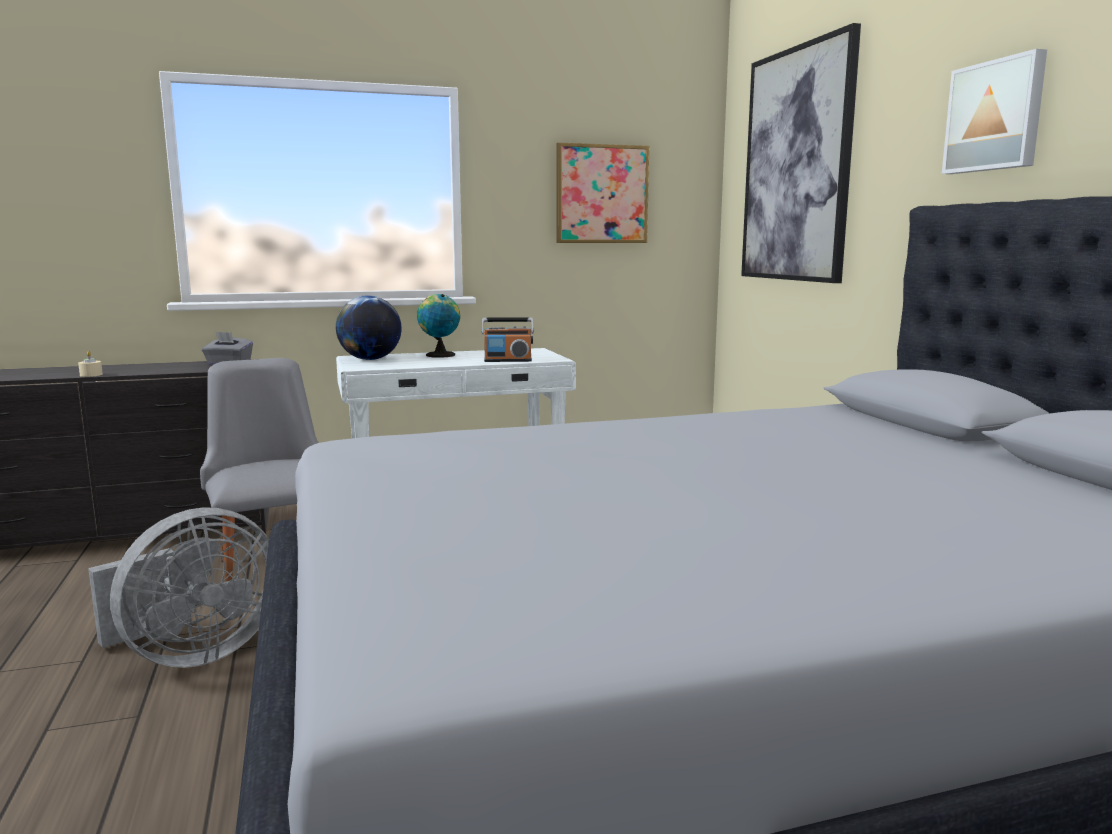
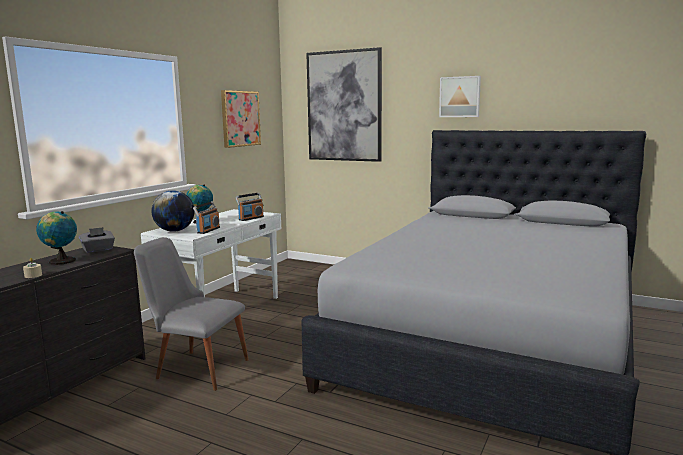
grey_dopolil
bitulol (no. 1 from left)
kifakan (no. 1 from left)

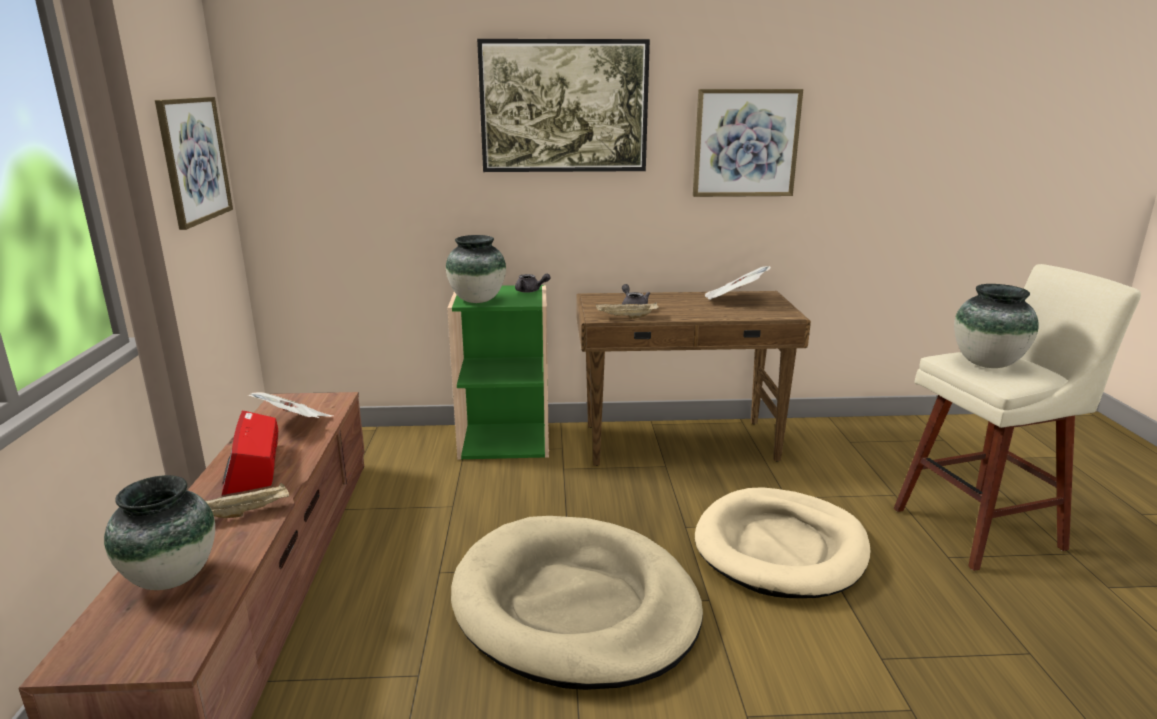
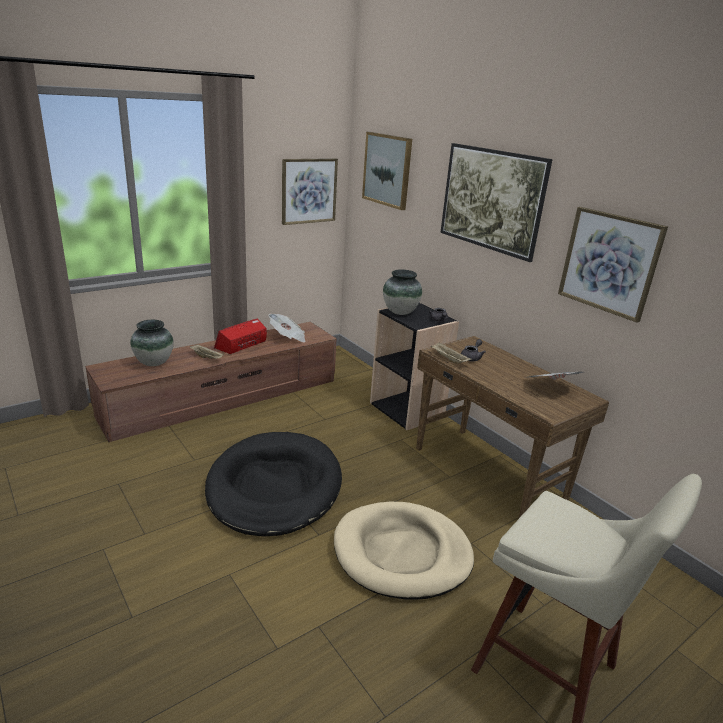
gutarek (no. 3 from left in the first image)
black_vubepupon
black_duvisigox
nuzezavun (no. 2 from left)

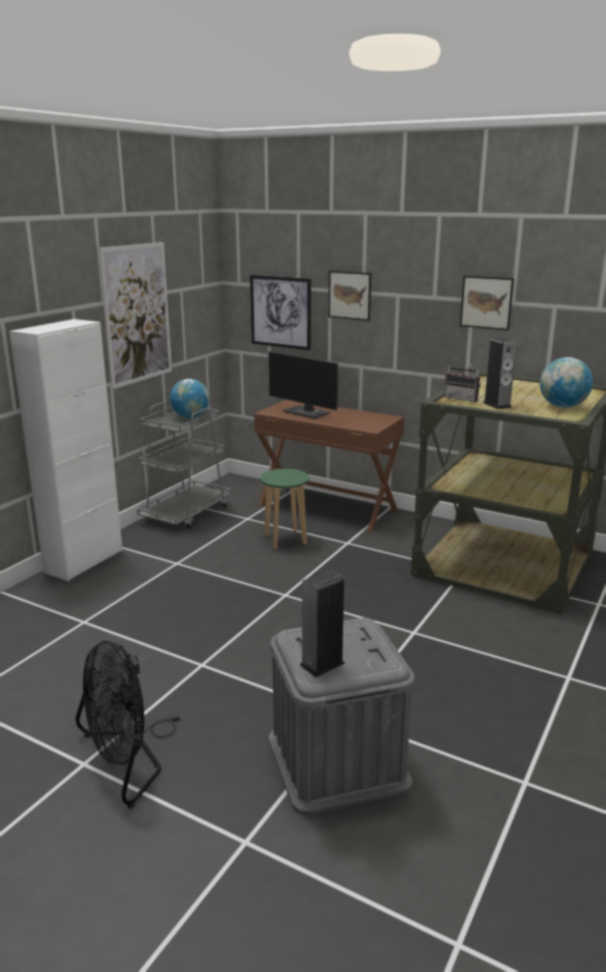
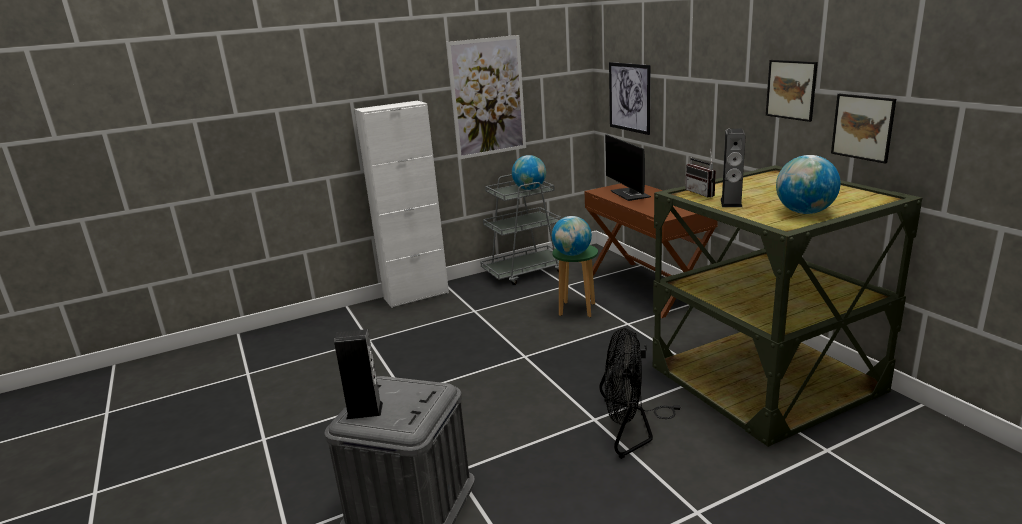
nuzezavun (no. 4 from left)
black_dopolil
kifakan (no. 2 from left)

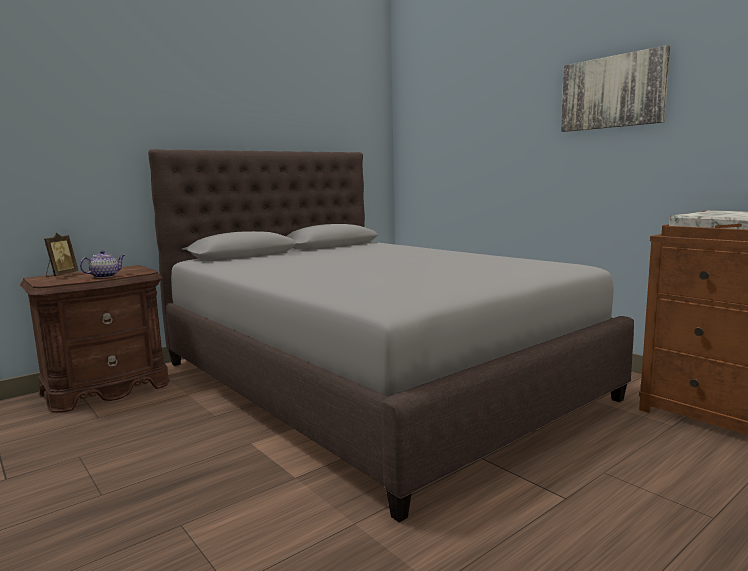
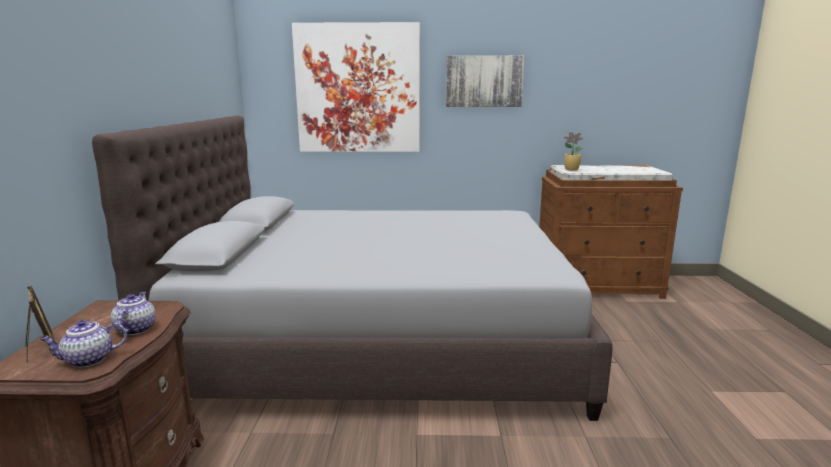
nuzezavun (no. 1 from left)
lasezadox
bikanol (no. 1 from left)

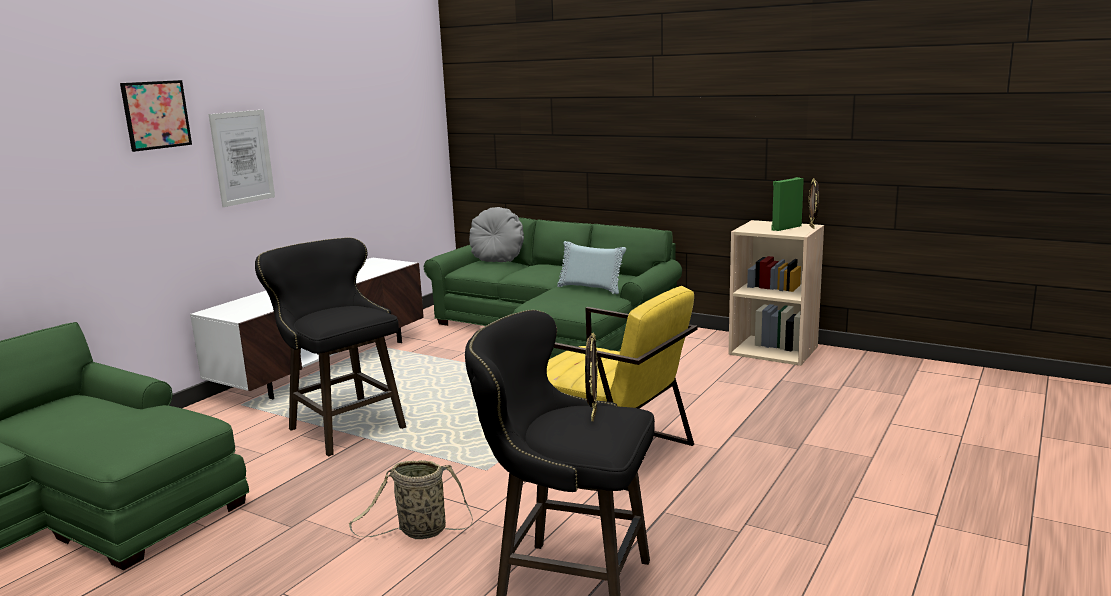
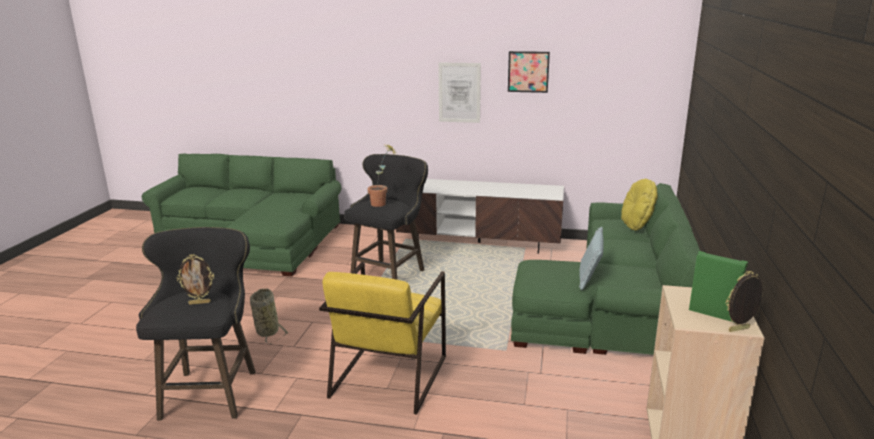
nuzezavun (no. 2 from left)
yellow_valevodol
lasezadox

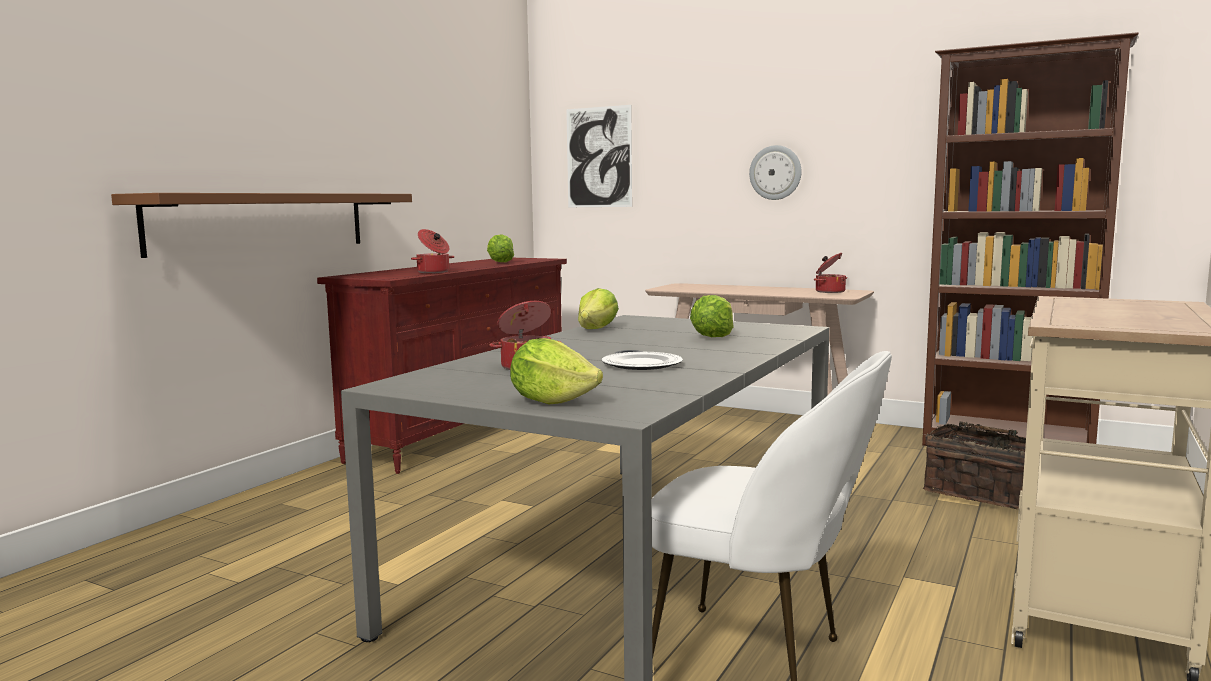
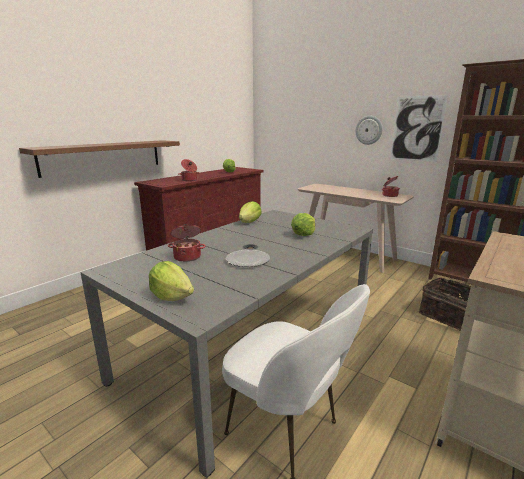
nuzezavun

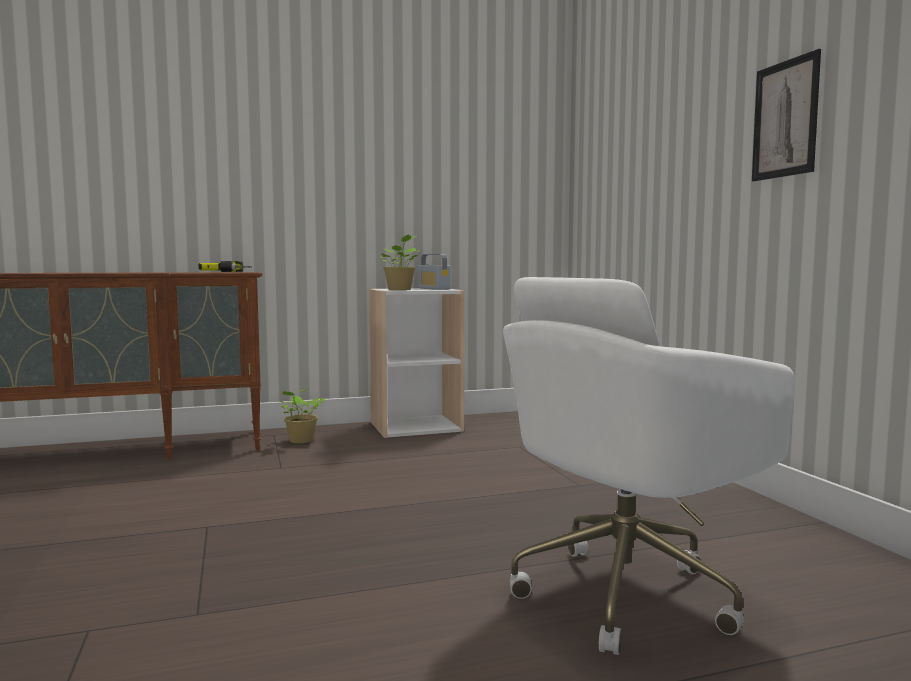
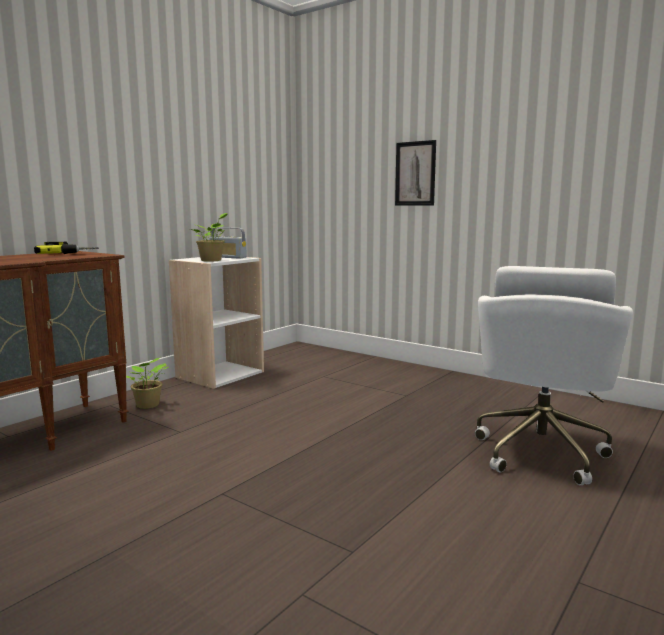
nuzezavun

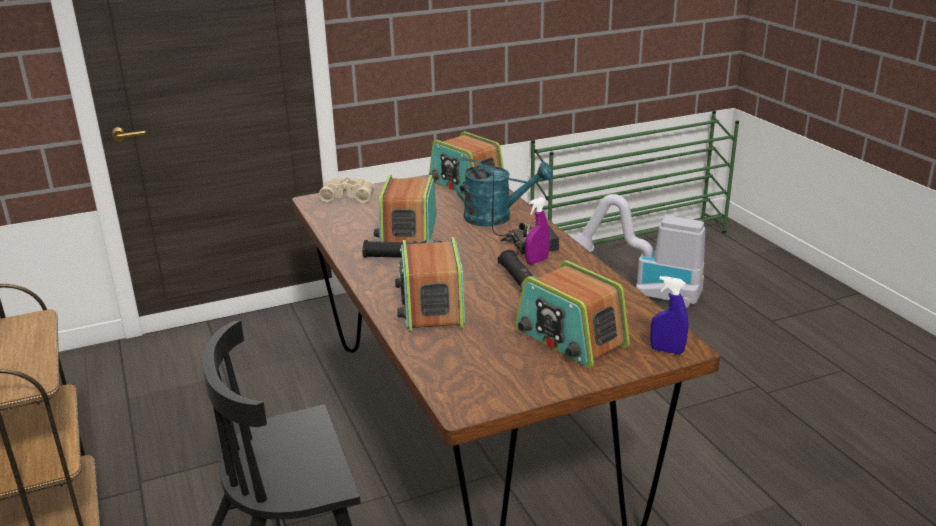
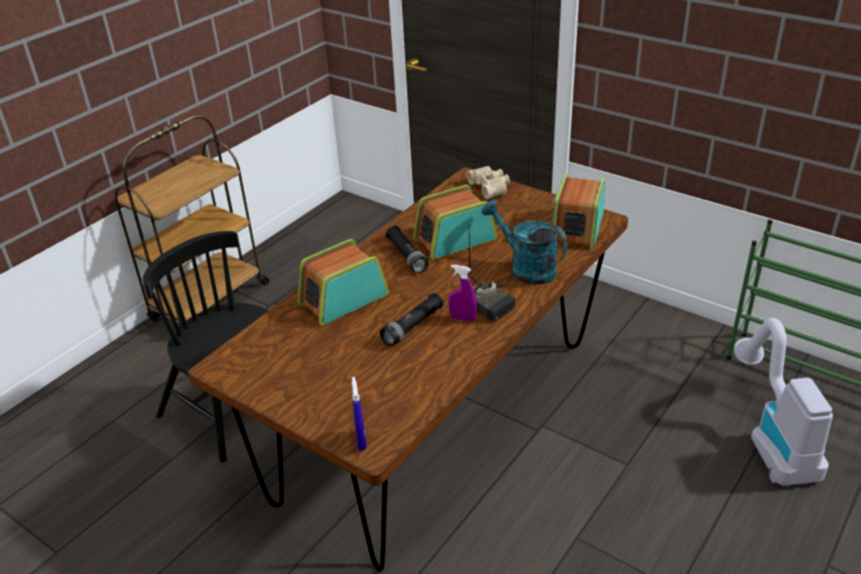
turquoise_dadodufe
bitulol (no. 5 from left in the first image)

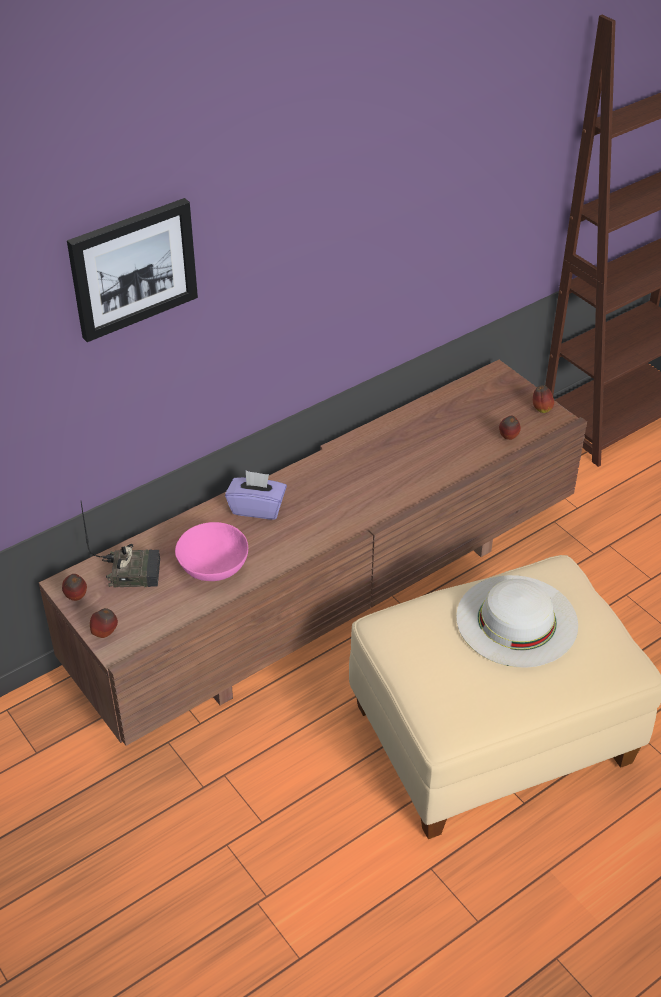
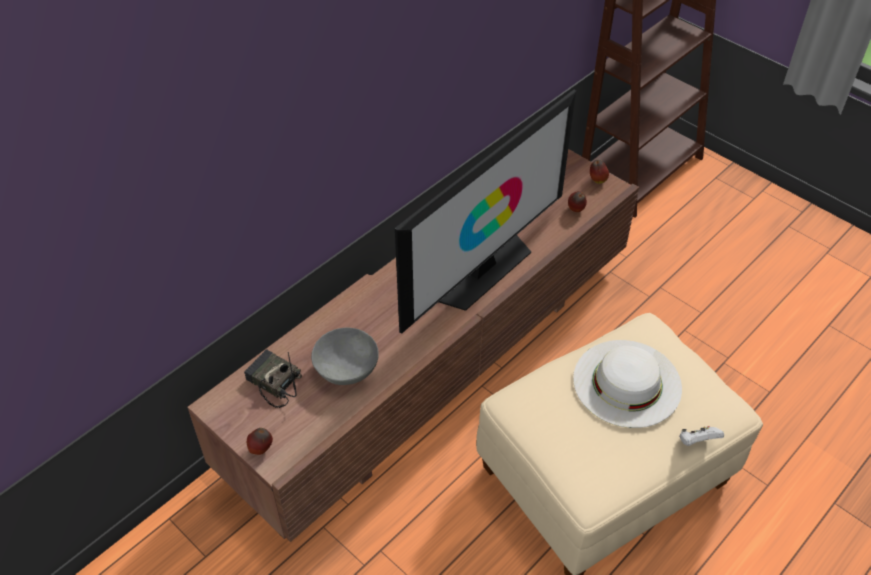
nuzezavun
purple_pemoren
bitulol
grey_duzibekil
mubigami (no. 1 from left in the first image)
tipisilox
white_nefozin

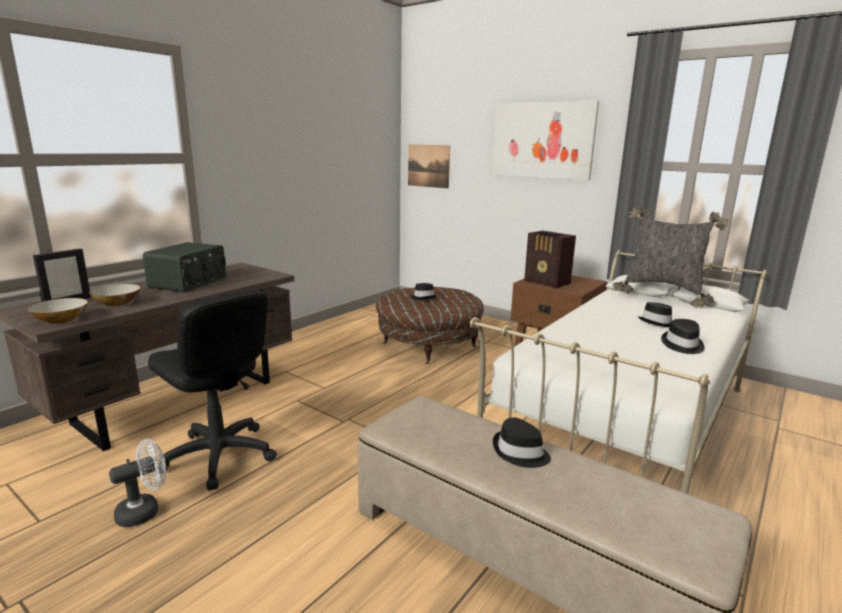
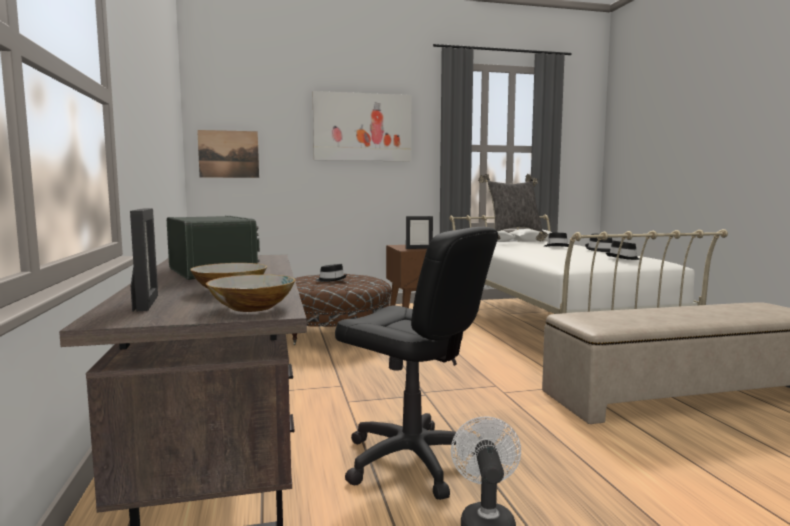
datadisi (no. 2 from left)
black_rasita
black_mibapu (no. 4 from left)

